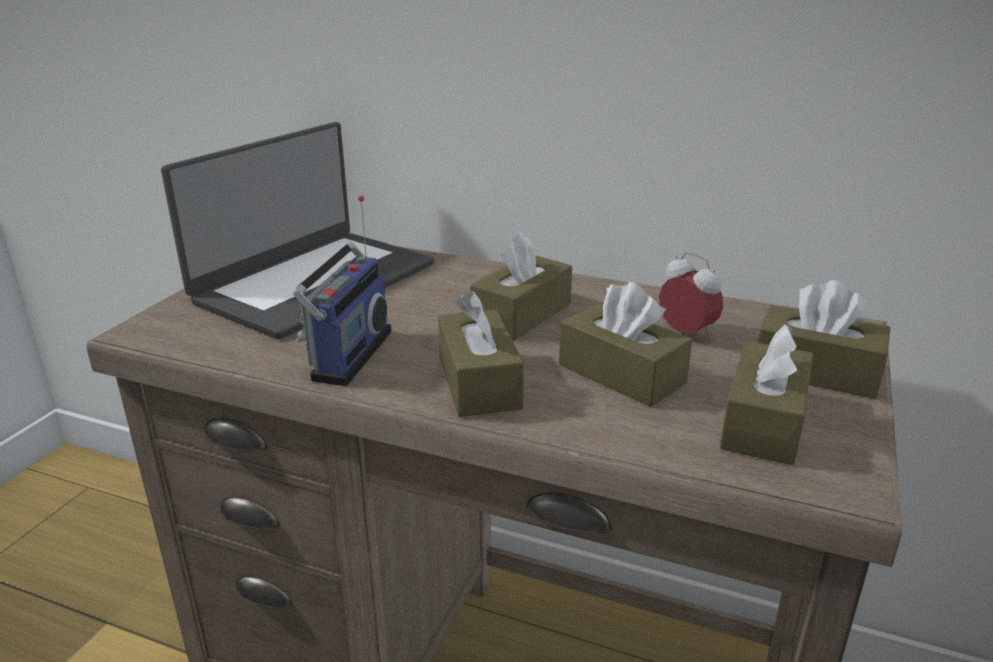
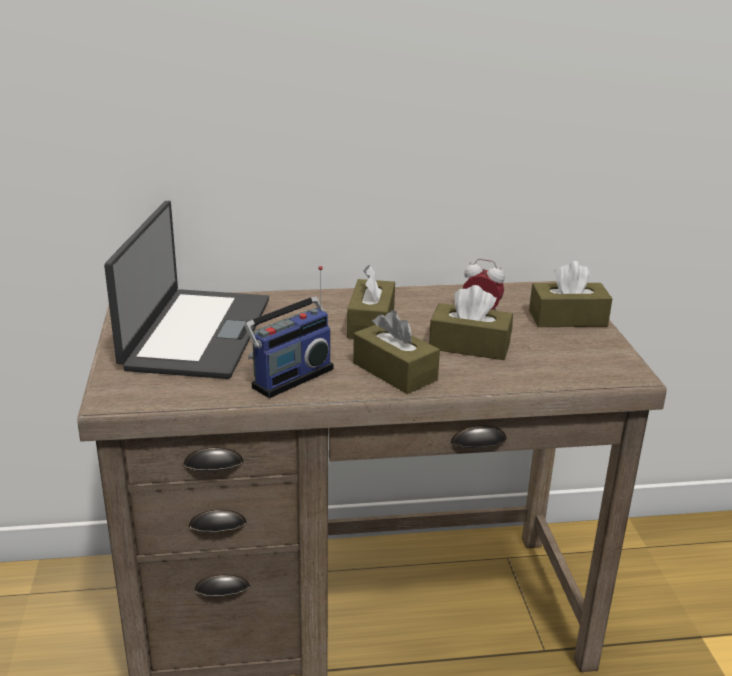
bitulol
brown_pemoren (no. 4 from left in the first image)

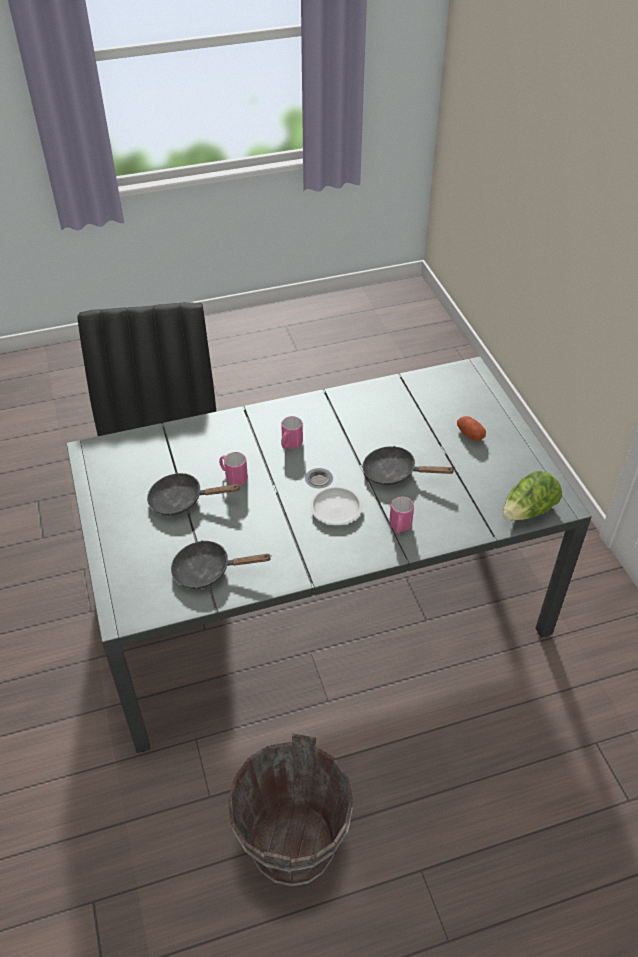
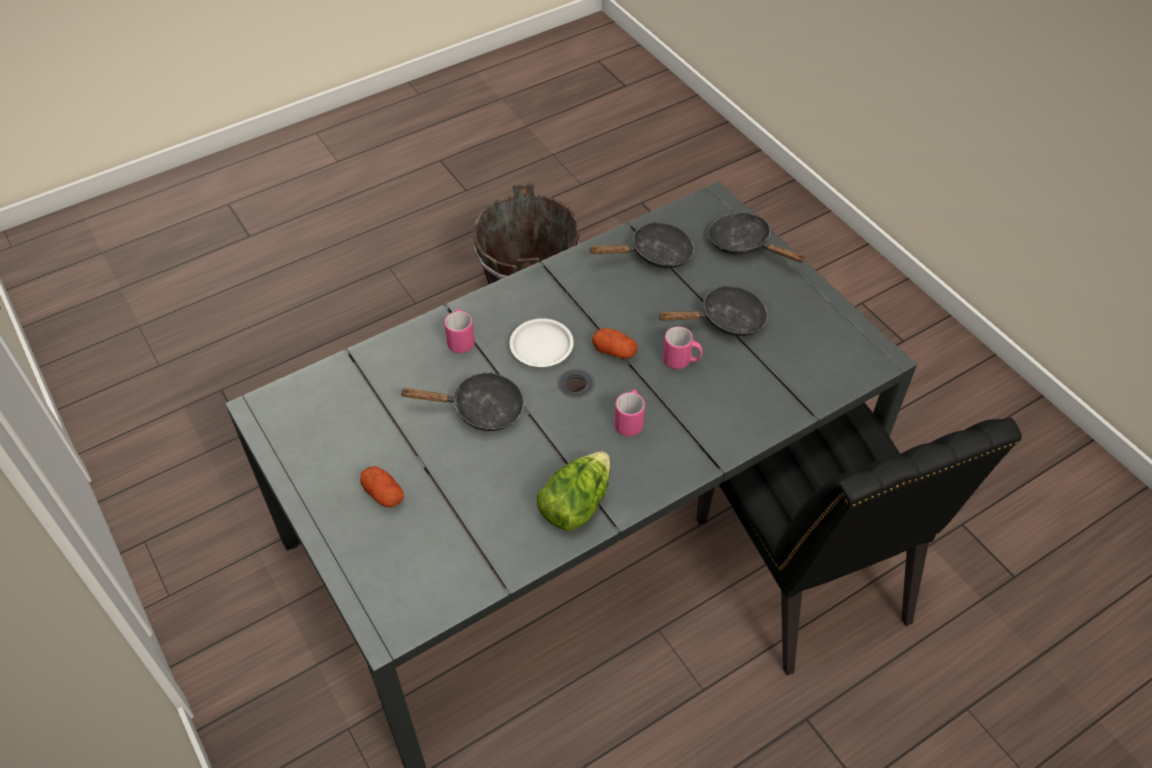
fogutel
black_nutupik (no. 4 from left)
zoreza (no. 2 from left)

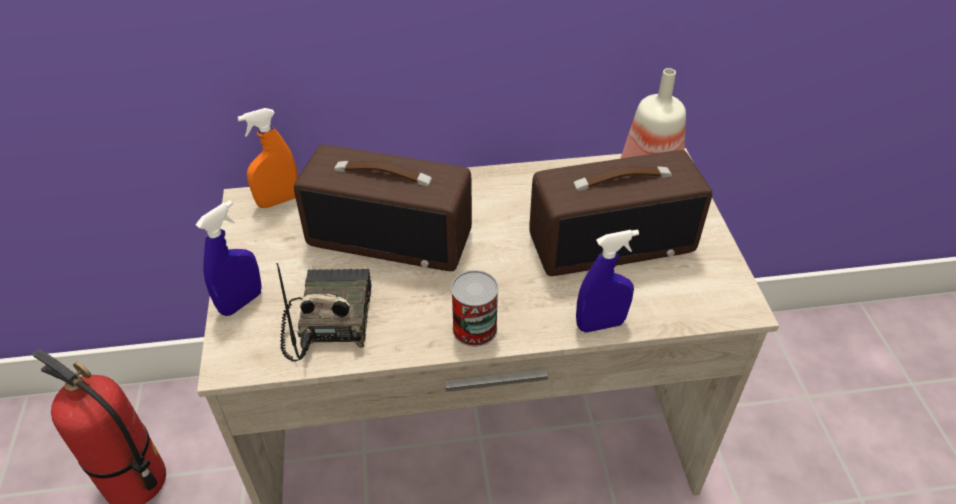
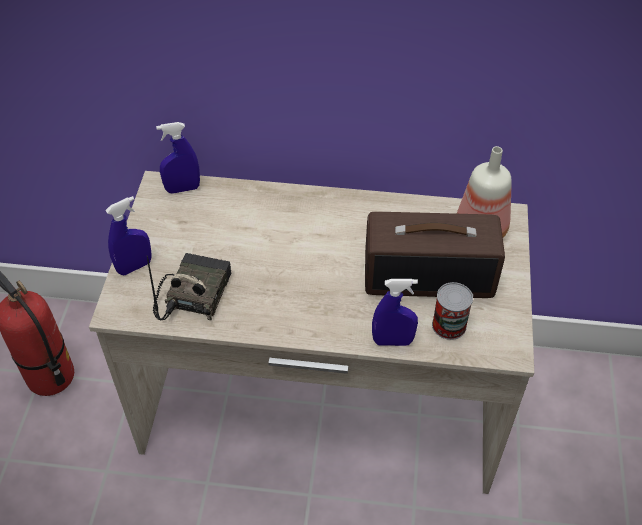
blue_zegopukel (no. 2 from left)
bitulol (no. 2 from left in the first image)
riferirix

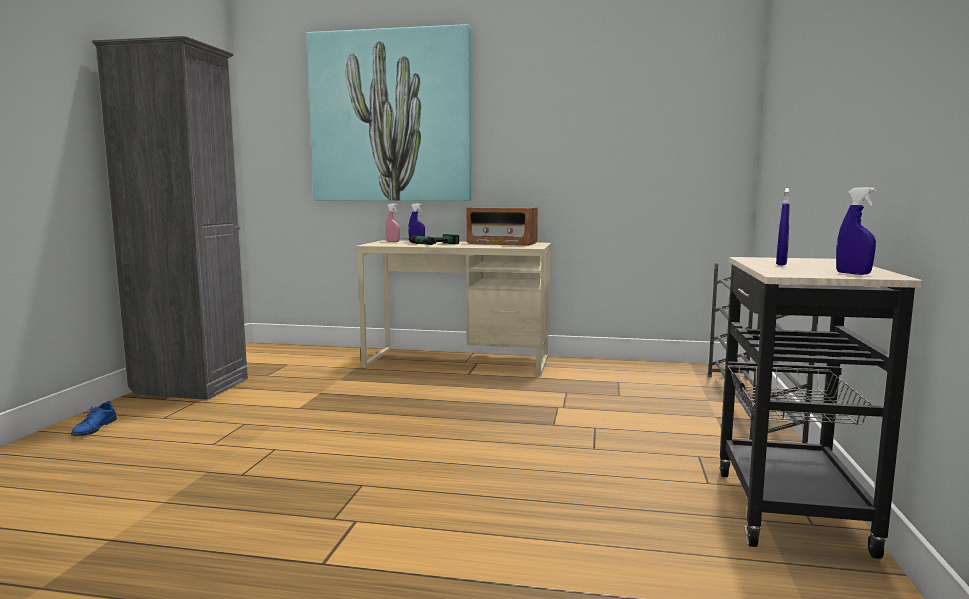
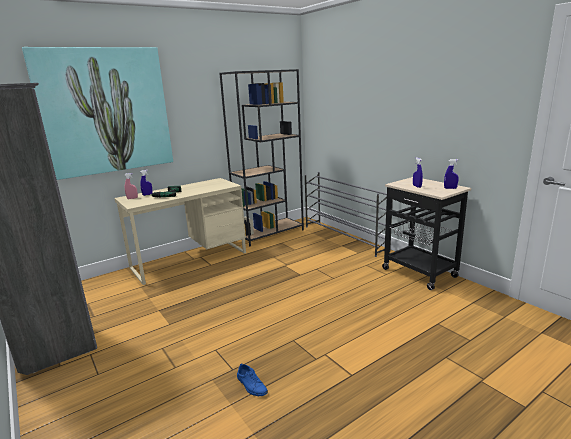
bitulol
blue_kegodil
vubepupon

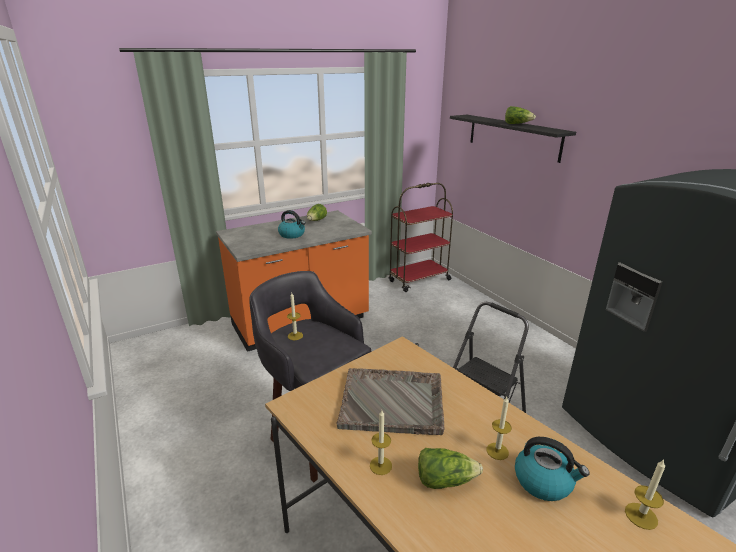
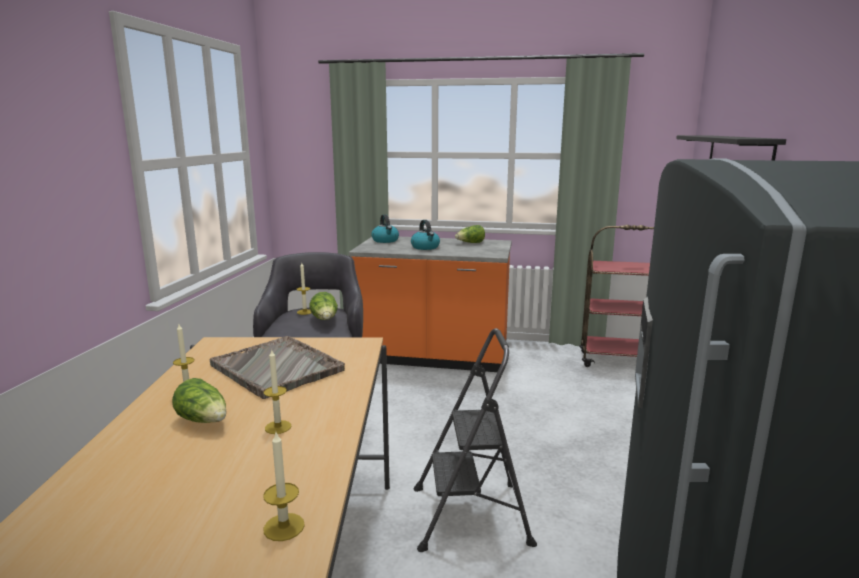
fogutel (no. 2 from left)
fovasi (no. 1 from left)

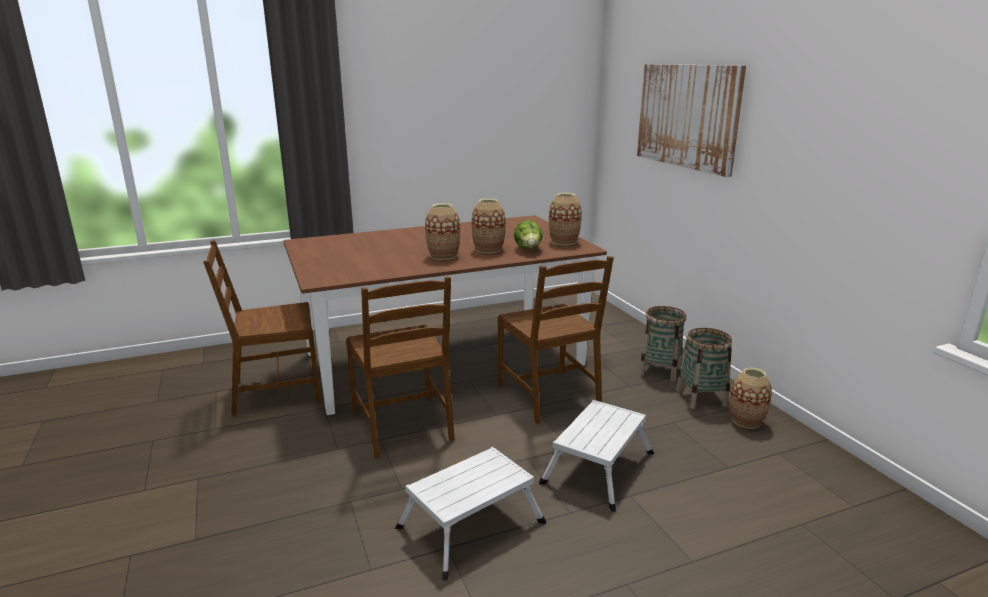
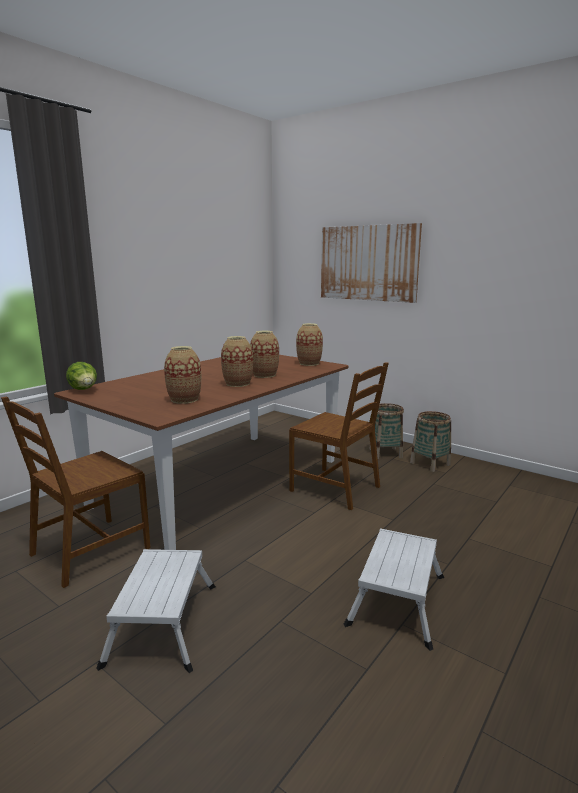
fogutel
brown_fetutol (no. 2 from left in the first image)
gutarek (no. 1 from left)
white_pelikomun (no. 1 from left)

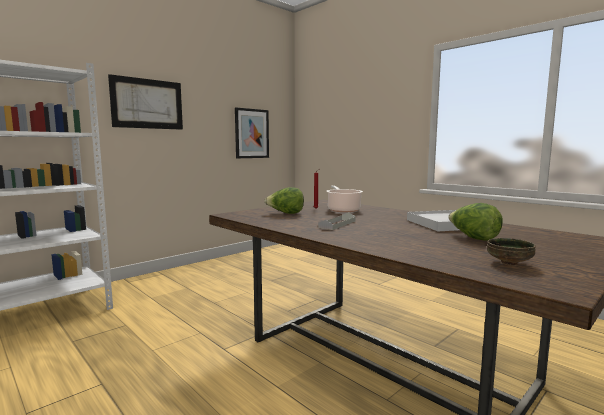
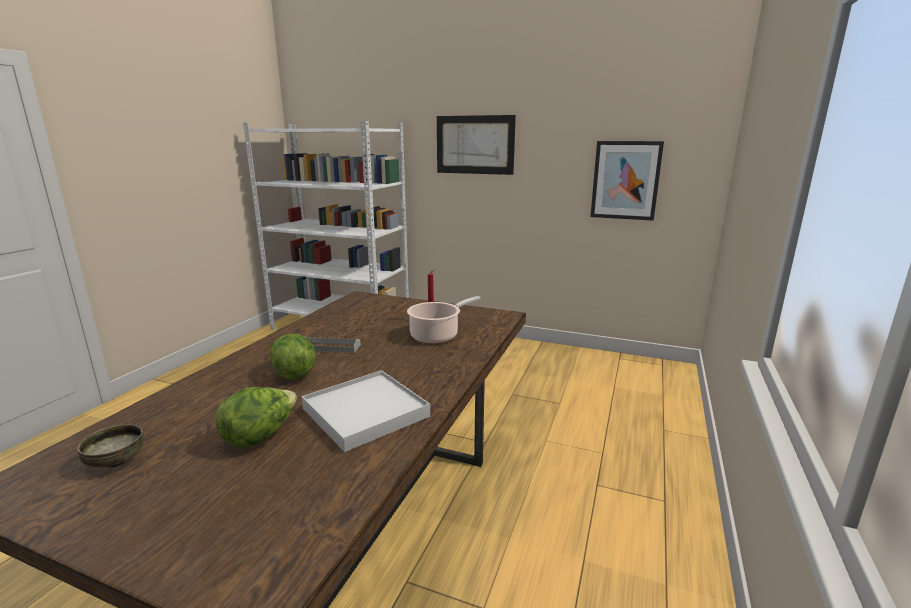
fogutel (no. 2 from left)

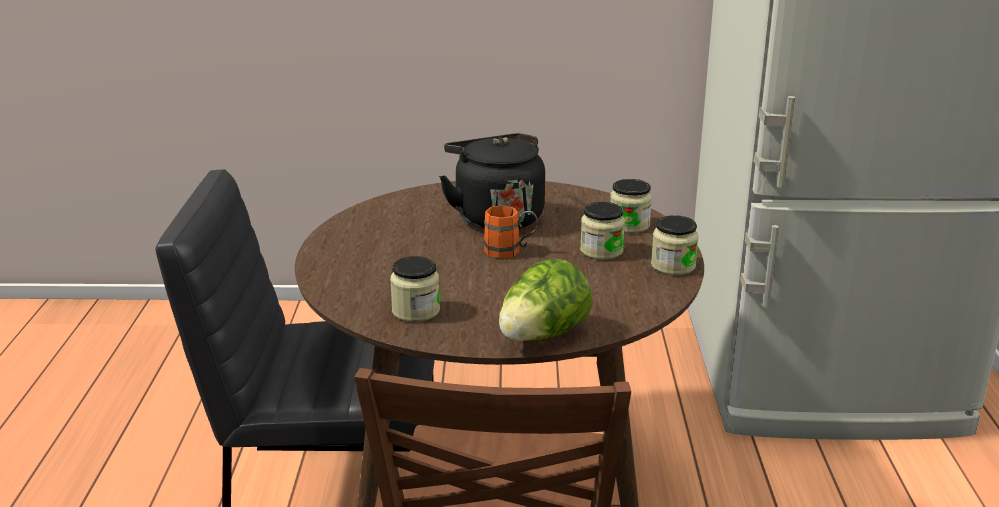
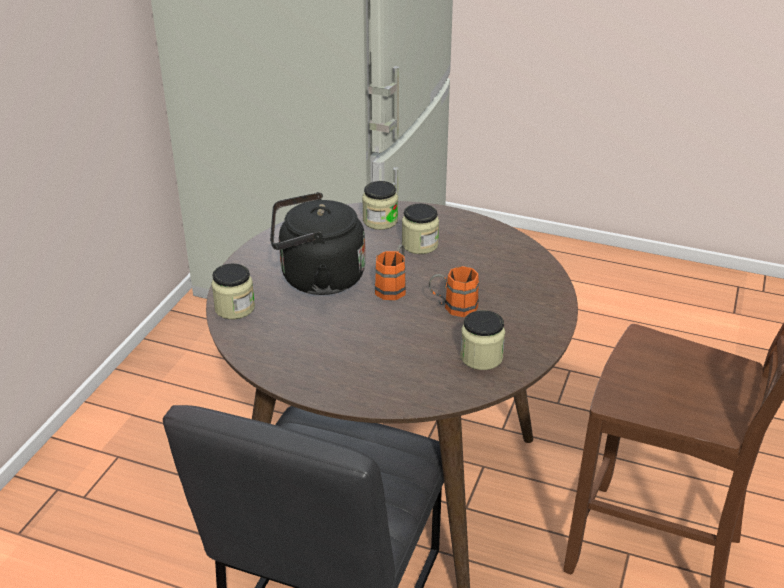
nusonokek (no. 1 from left)
fogutel
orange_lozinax (no. 2 from left)

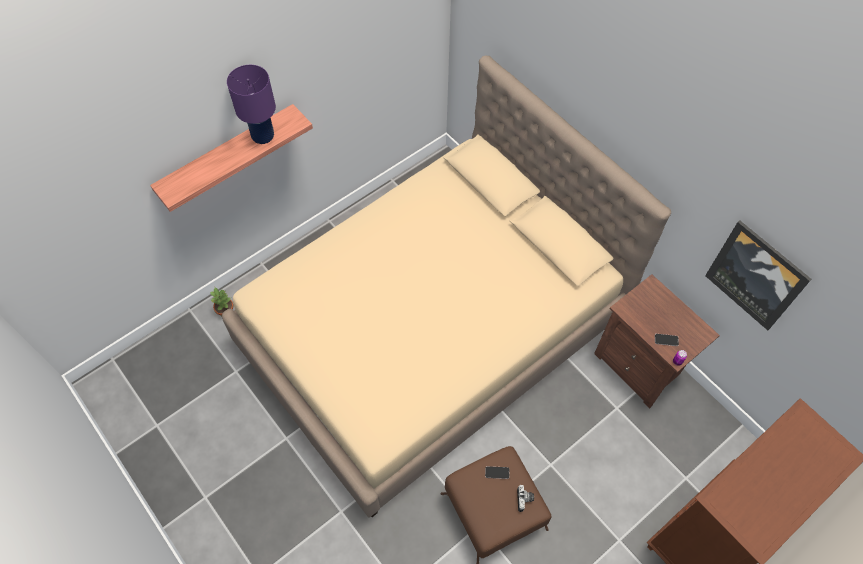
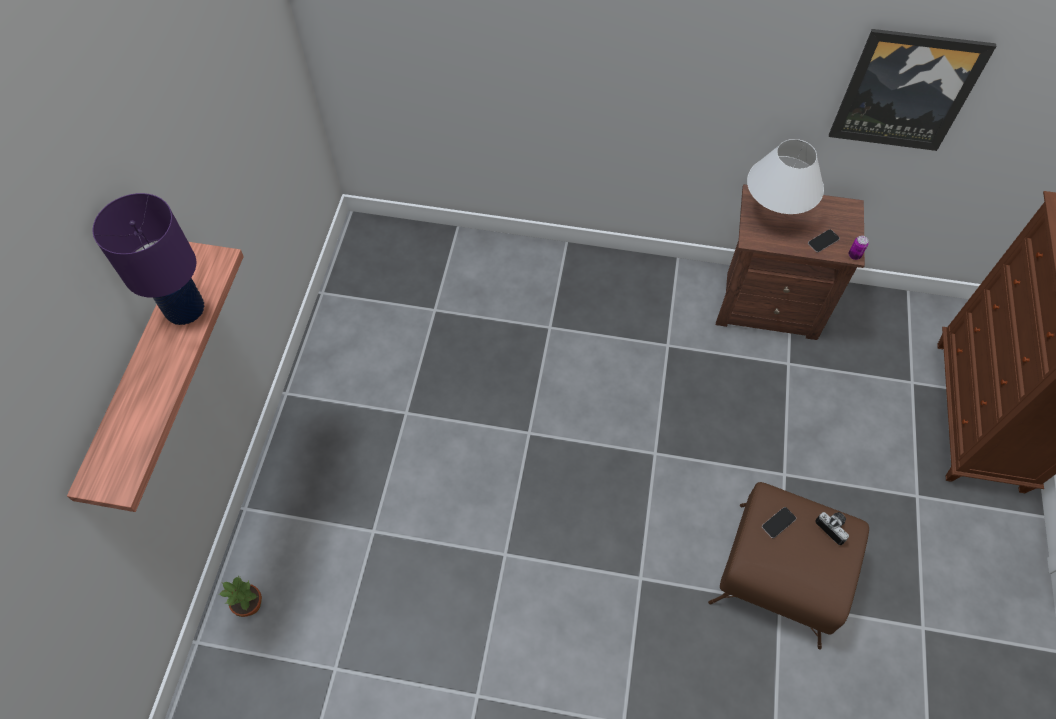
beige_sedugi
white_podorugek

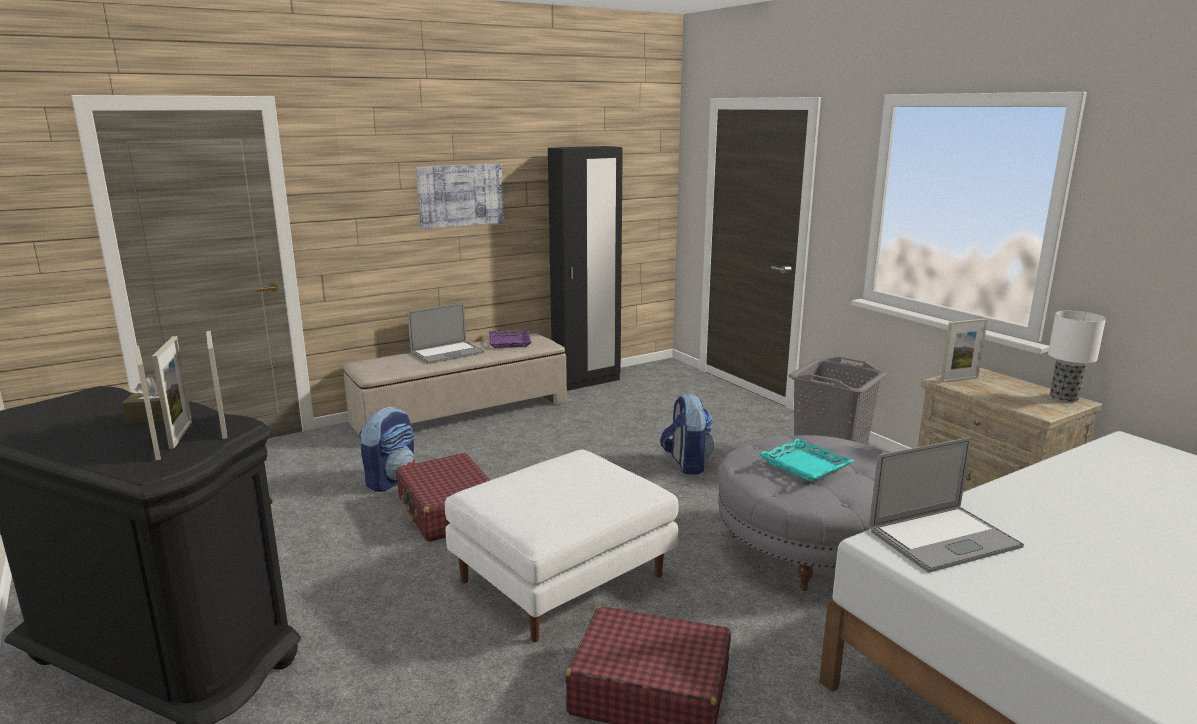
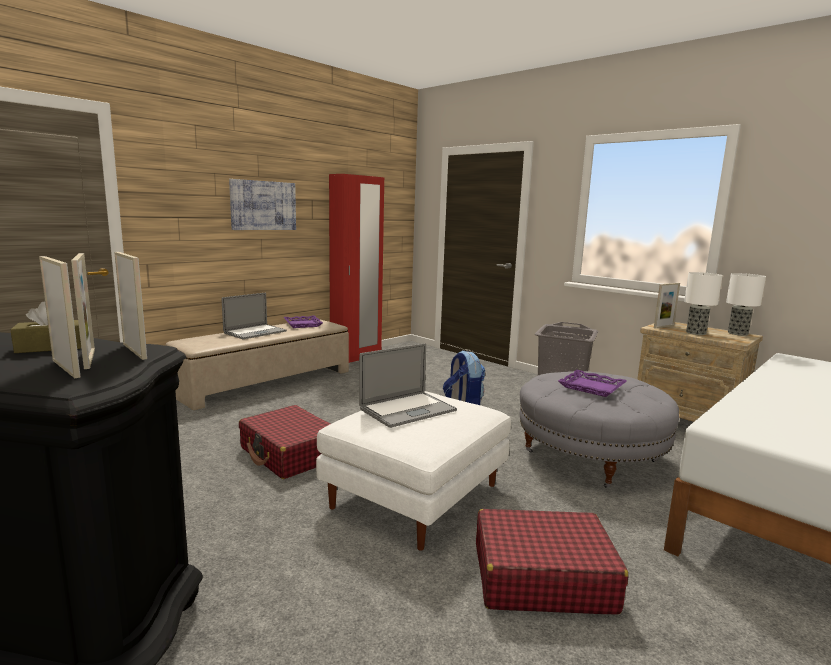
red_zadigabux
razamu (no. 1 from left in the first image)
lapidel (no. 2 from left)
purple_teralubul (no. 2 from left)
podorugek (no. 1 from left)

